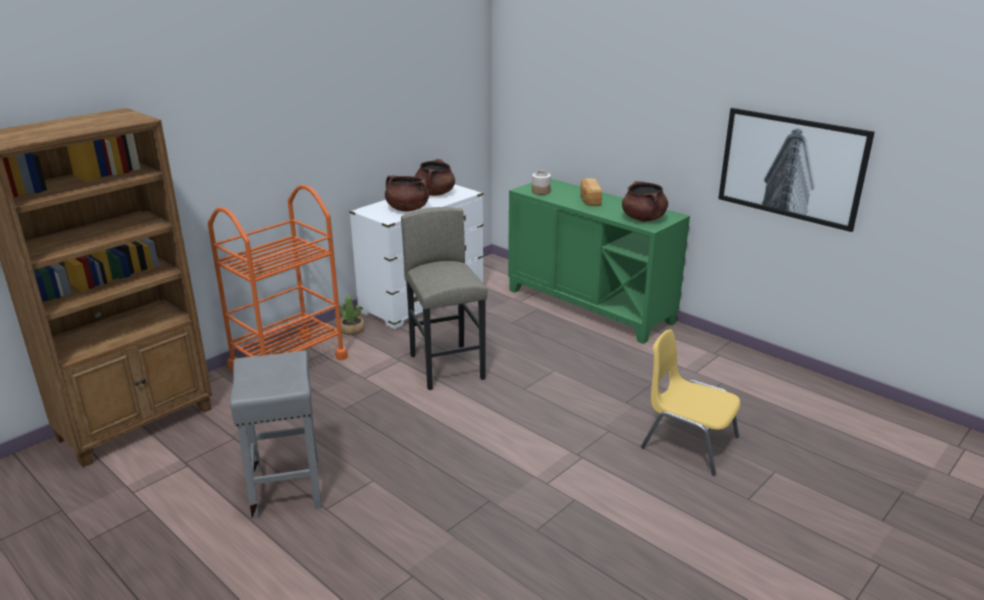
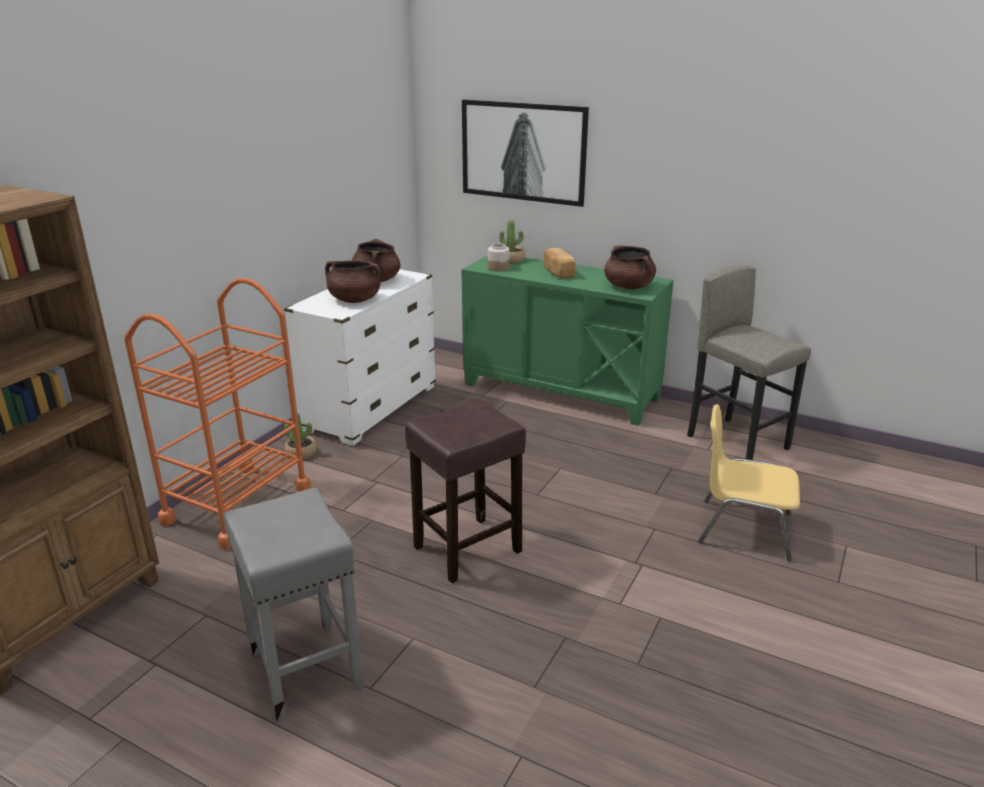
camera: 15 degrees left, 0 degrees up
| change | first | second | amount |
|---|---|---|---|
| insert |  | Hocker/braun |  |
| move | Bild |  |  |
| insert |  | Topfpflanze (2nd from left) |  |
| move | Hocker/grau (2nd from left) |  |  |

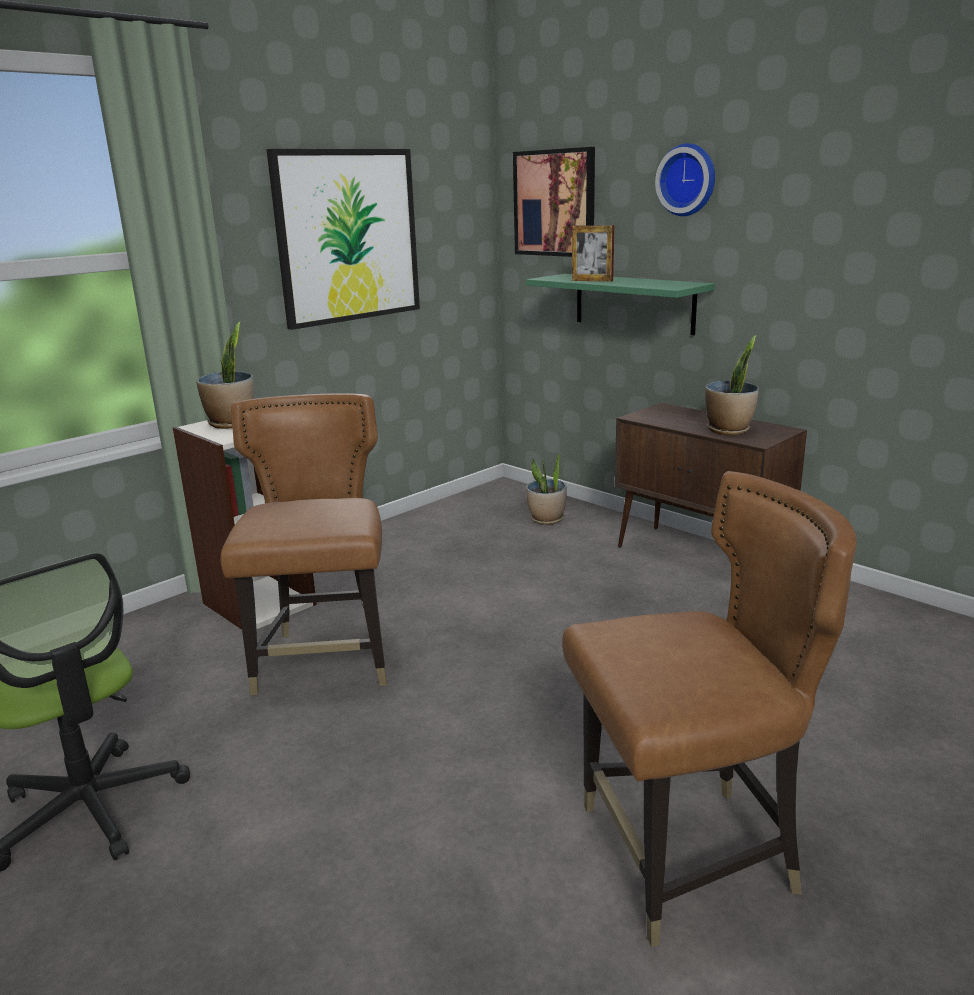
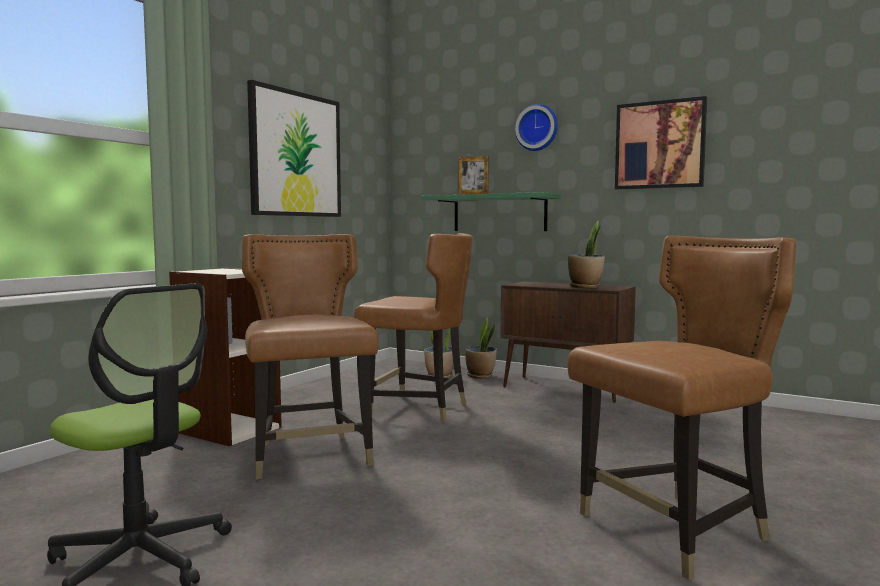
camera: 15 degrees left, 15 degrees down
| change | first | second | amount |
|---|---|---|---|
| insert |  | Stuhl/braun (2nd from left) |  |
| move | Topfpflanze (1st from left in the first image) | Topfpflanze (2nd from left) |  |
| move | Bild (2nd from left) |  |  |

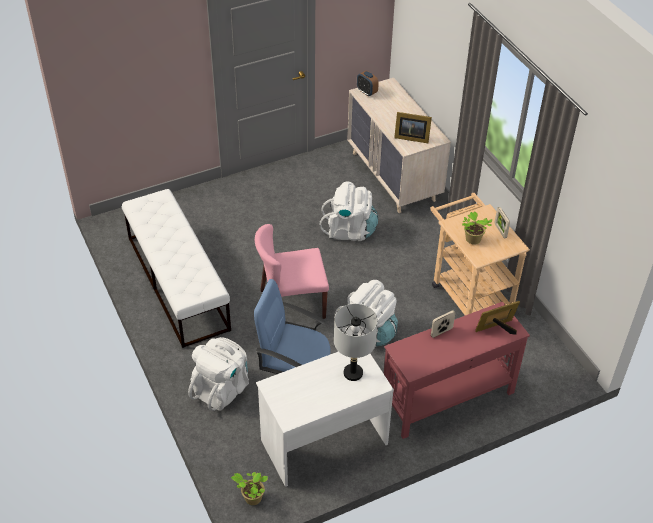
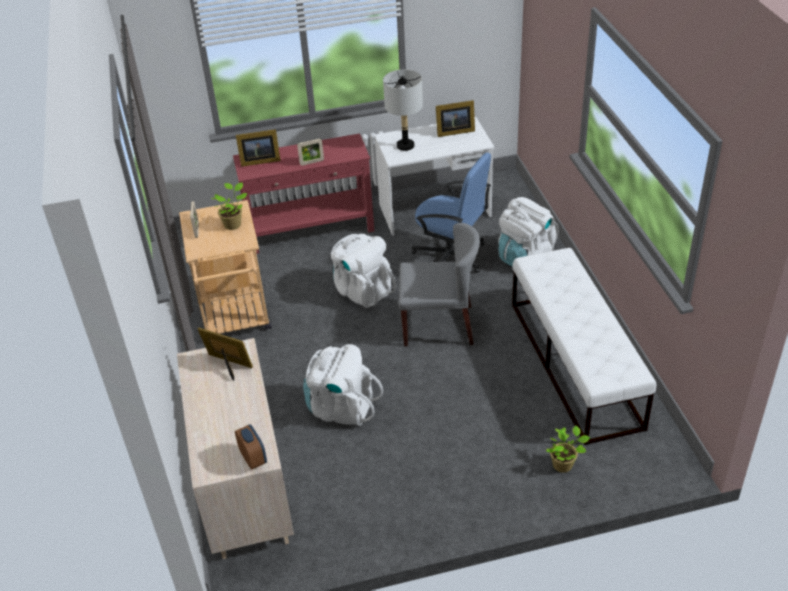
camera: 165 degrees left, 5 degrees down
| change | first | second | amount |
|---|---|---|---|
| recolor | Stuhl/rosa | Stuhl/grau |  |
| insert |  | Bilderrahmen (5th from left) |  |
| move | Topfpflanze (1st from left in the first image) | Topfpflanze (2nd from left) |  |

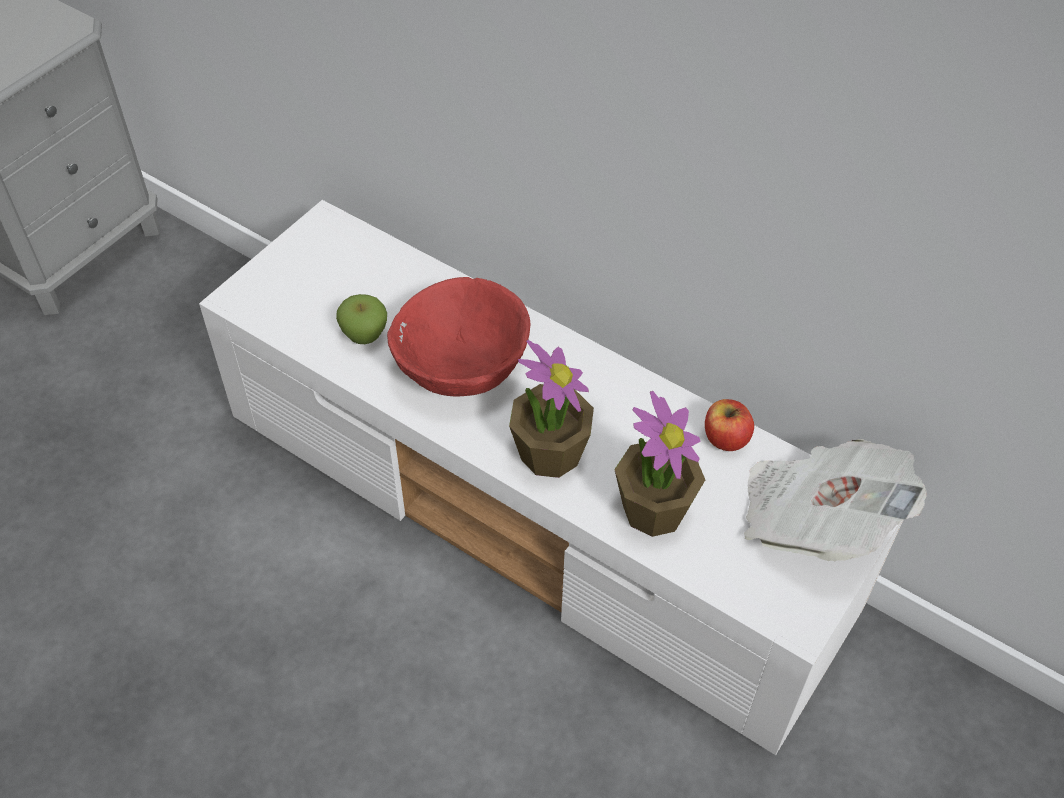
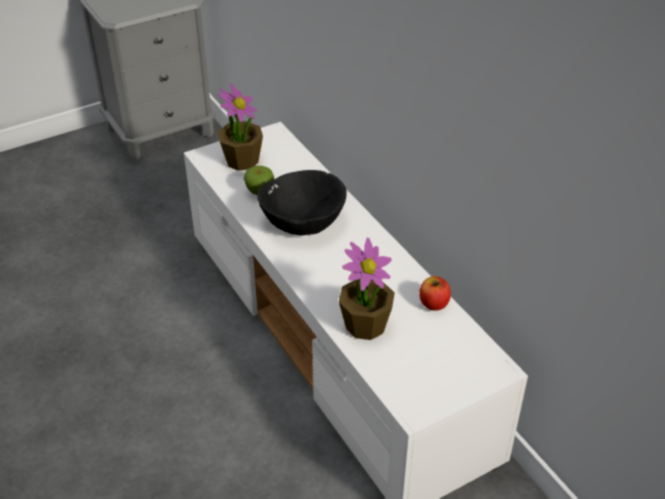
camera: 25 degrees right, 10 degrees down
| change | first | second | amount |
|---|---|---|---|
| move | Topfpflanze (1st from left) |  |  |
| recolor | Schüssel/rot | Schüssel/schwarz |  |
| delete | Zeitung |  |  |

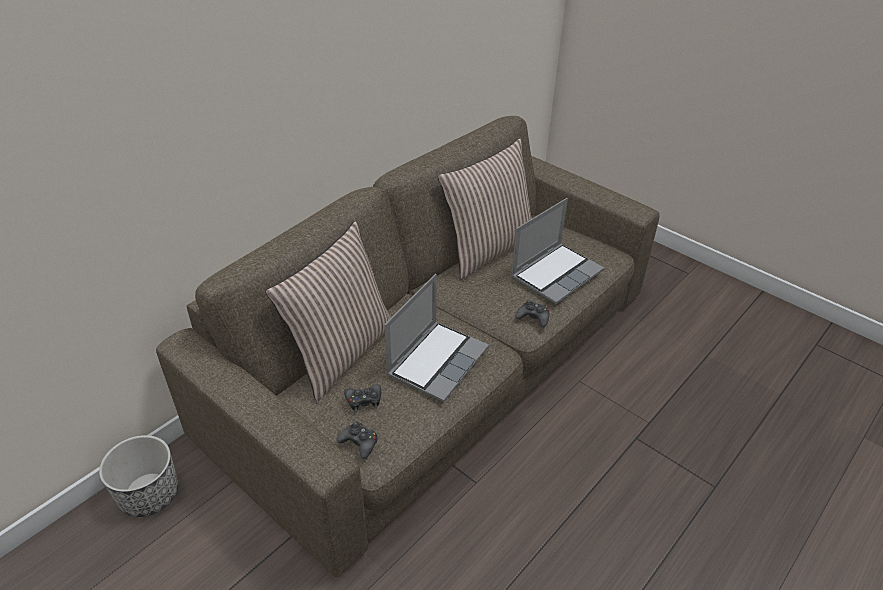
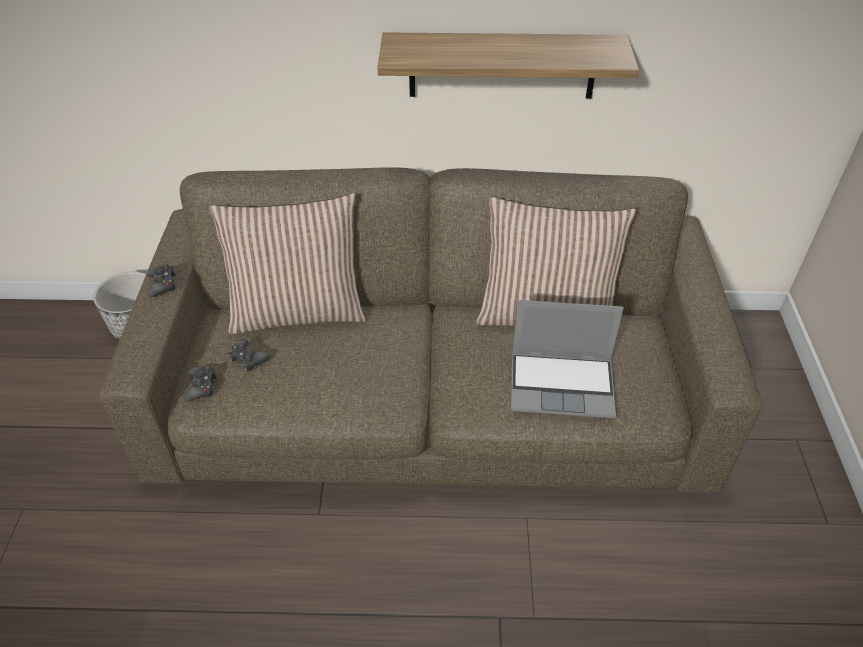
camera: 50 degrees right, 5 degrees up
| change | first | second | amount |
|---|---|---|---|
| move | Gamepad/schwarz (3rd from left in the first image) | Gamepad/schwarz (1st from left) |  |
| insert |  | Wandregal |  |
| delete | Laptop (1st from left) |  |  |

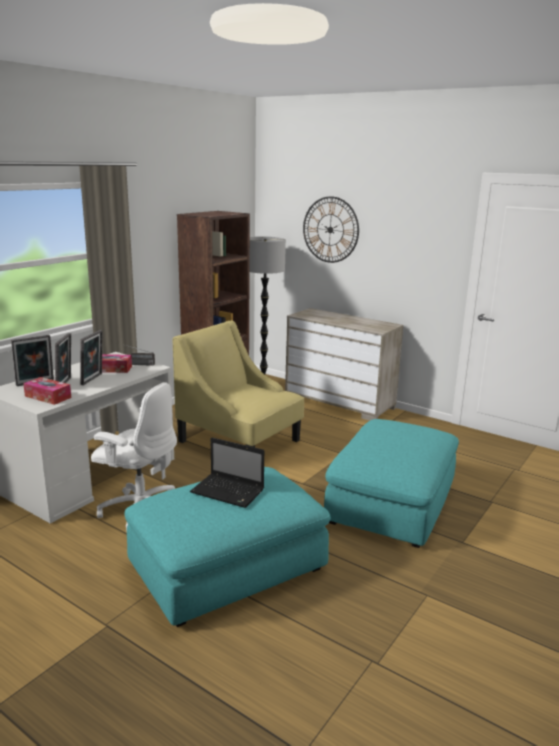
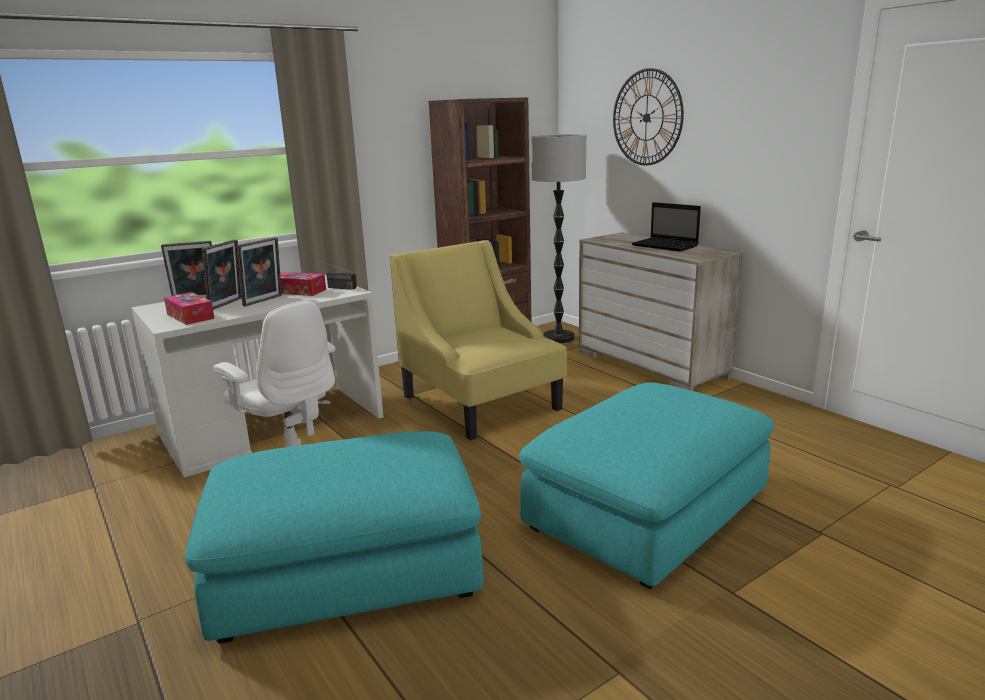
camera: 20 degrees right, 0 degrees up
| change | first | second | amount |
|---|---|---|---|
| move | Laptop |  |  |

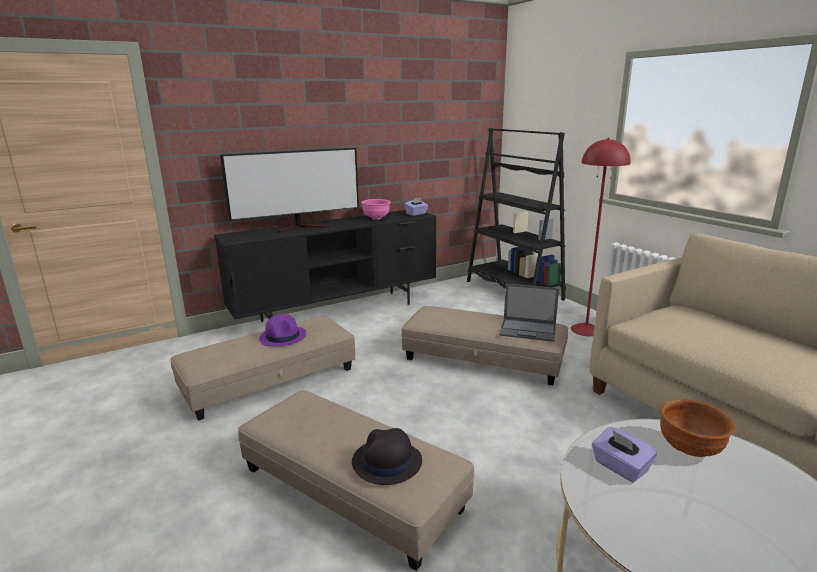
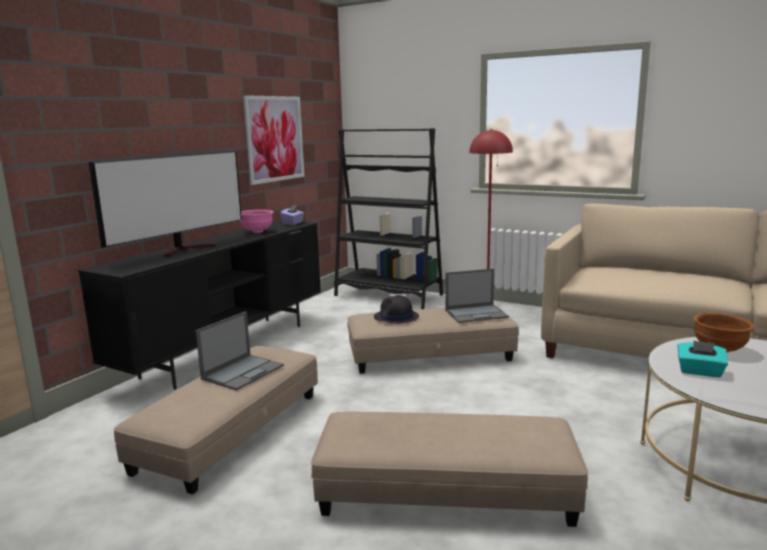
camera: 30 degrees left, 5 degrees down
| change | first | second | amount |
|---|---|---|---|
| replace | Hut/lila | Laptop (1st from left) |  |
| insert |  | Bild |  |
| move | Hut/schwarz |  |  |
| recolor | Taschentuchbox/lila (2nd from left) | Taschentuchbox/türkis |  |

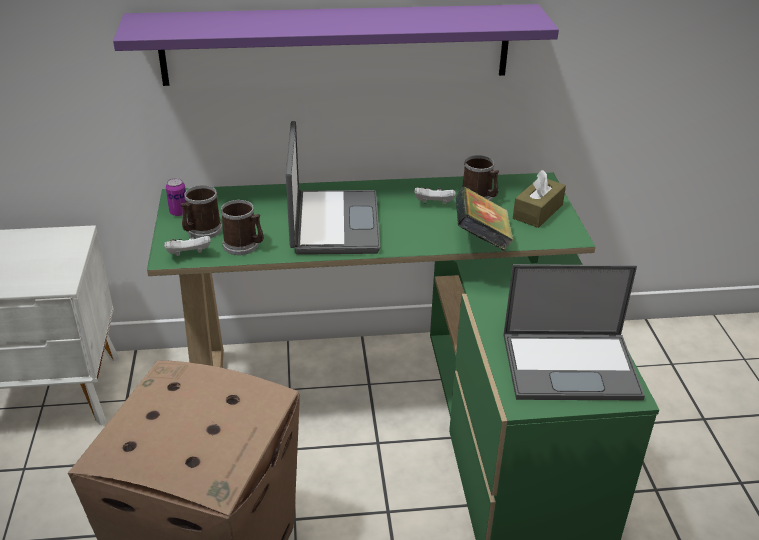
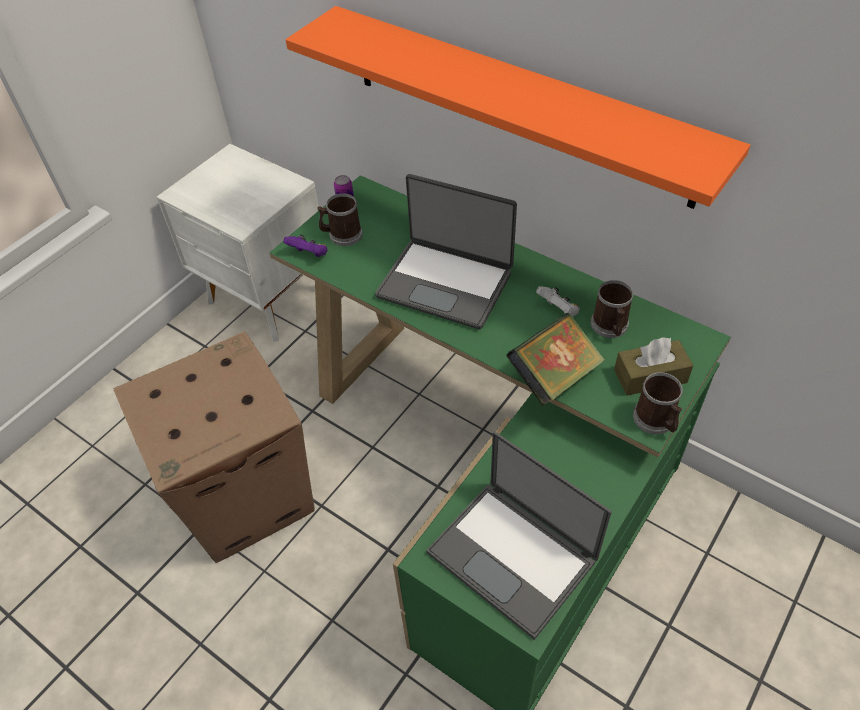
camera: 45 degrees right, 15 degrees up
| change | first | second | amount |
|---|---|---|---|
| recolor | Gamepad/weiß (1st from left) | Gamepad/lila |  |
| recolor | Wandregal/lila | Wandregal/orange |  |
| rotate | Laptop (1st from left) |  | 75 degrees clockwise |
| move | Henkelbecher (2nd from left in the first image) | Henkelbecher (3rd from left) |  |

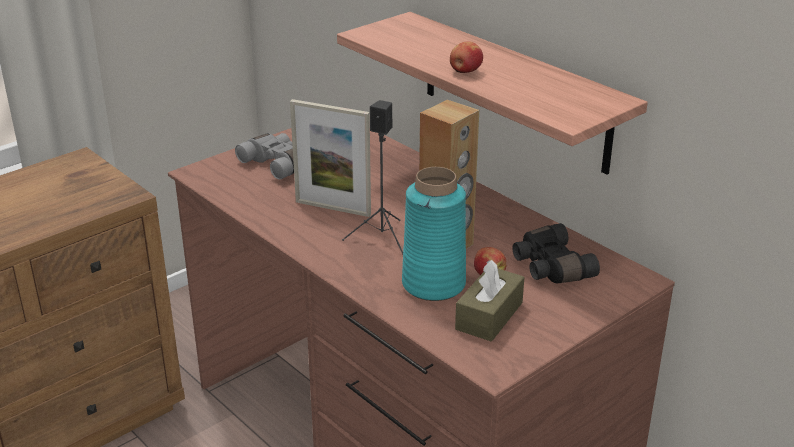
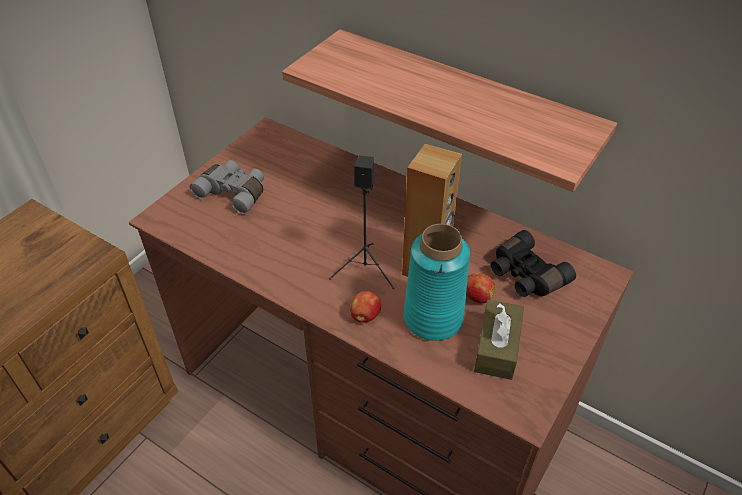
camera: 15 degrees left, 15 degrees up
| change | first | second | amount |
|---|---|---|---|
| move | Apfel (1st from left) |  |  |
| delete | Bilderrahmen |  |  |

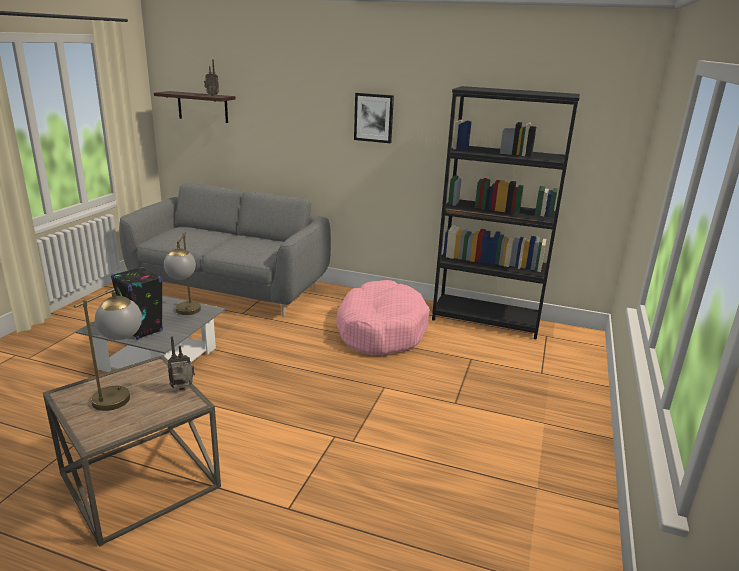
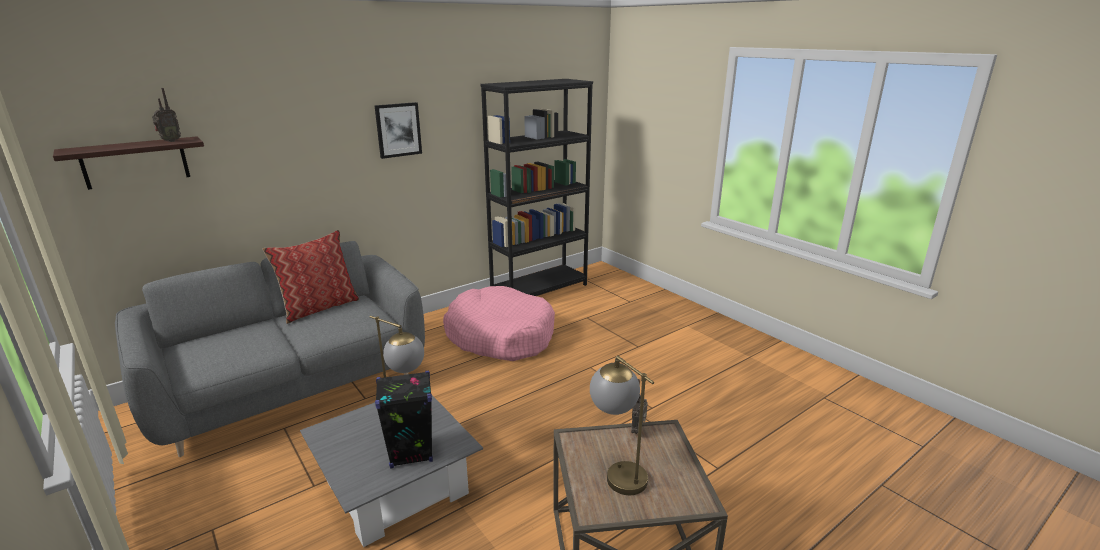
camera: 55 degrees left, 0 degrees up
| change | first | second | amount |
|---|---|---|---|
| insert |  | Kissen |  |

